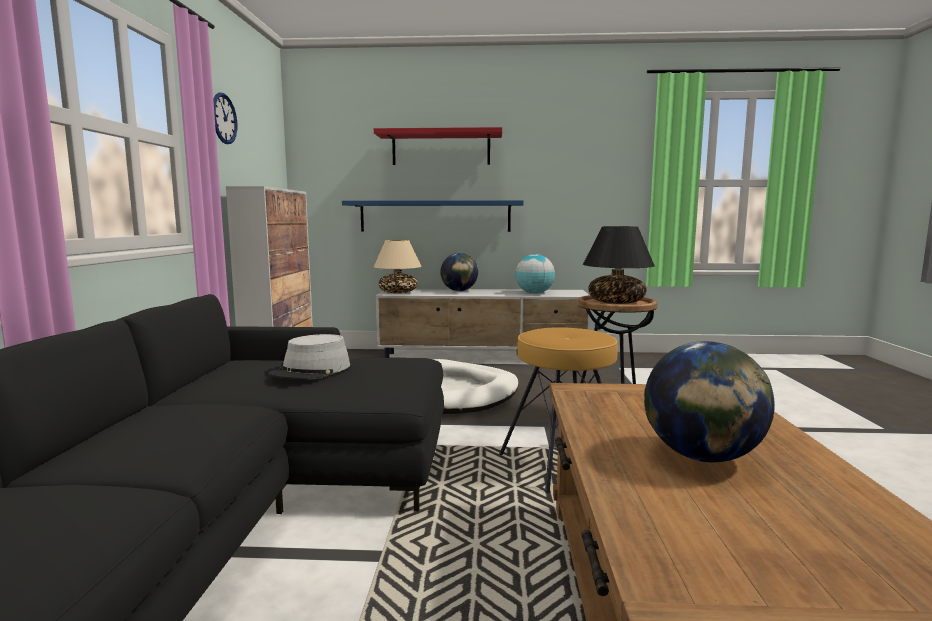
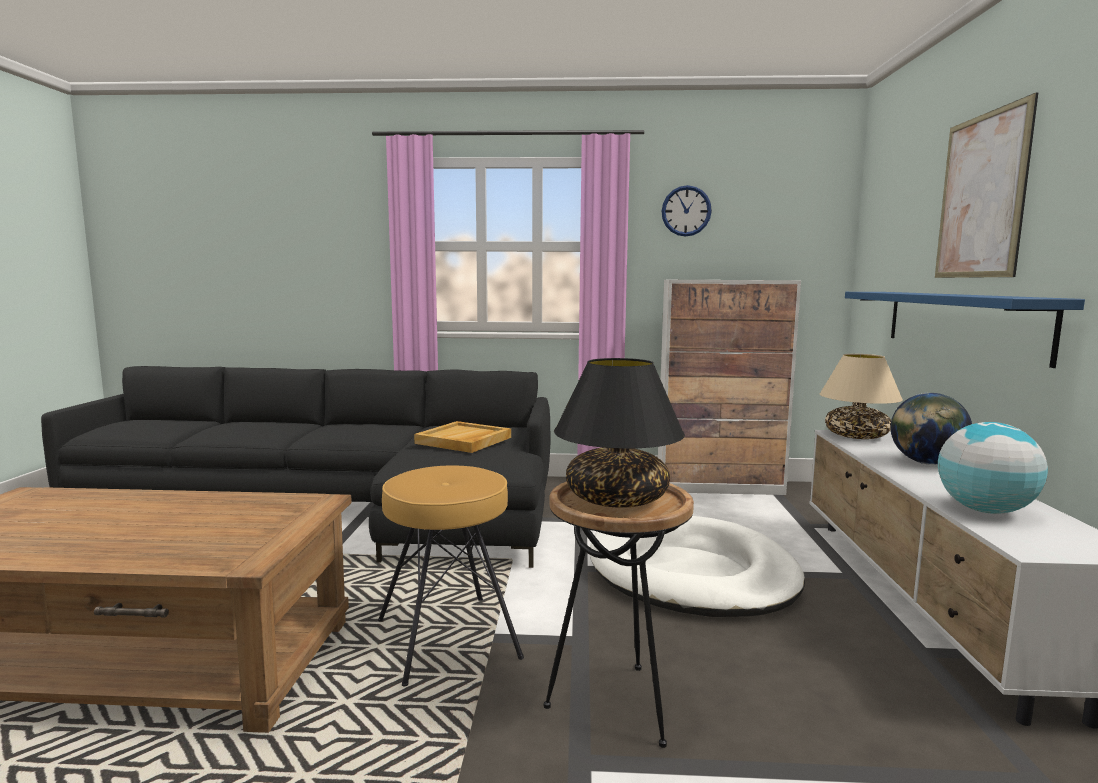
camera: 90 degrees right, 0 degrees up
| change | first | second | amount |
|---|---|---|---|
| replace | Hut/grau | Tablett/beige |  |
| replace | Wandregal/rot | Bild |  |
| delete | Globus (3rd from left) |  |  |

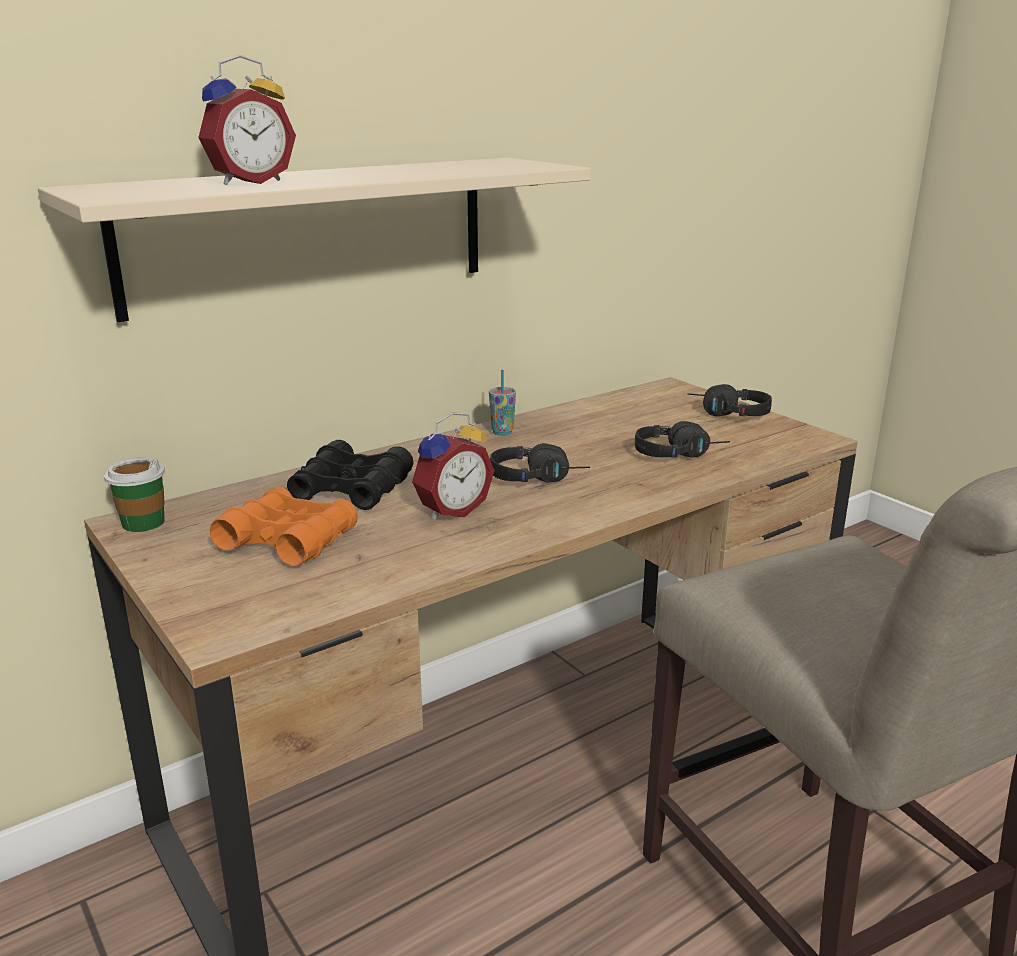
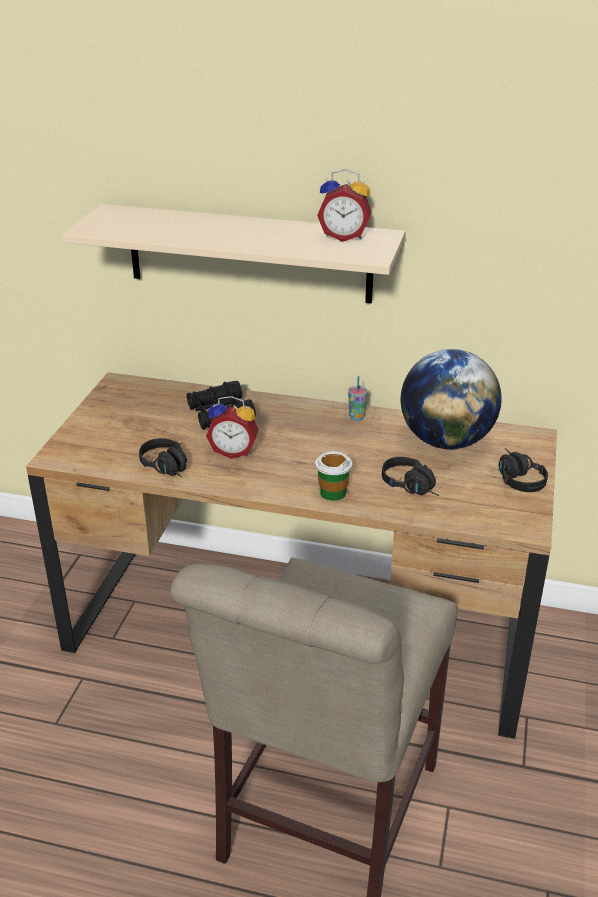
camera: 50 degrees right, 10 degrees up
| change | first | second | amount |
|---|---|---|---|
| move | Kopfhörer/schwarz (1st from left) |  |  |
| move | Tasse (1st from left) |  |  |
| move | Wecker (1st from left in the first image) | Wecker (2nd from left) |  |
| insert |  | Globus |  |
| delete | Fernglas/orange |  |  |

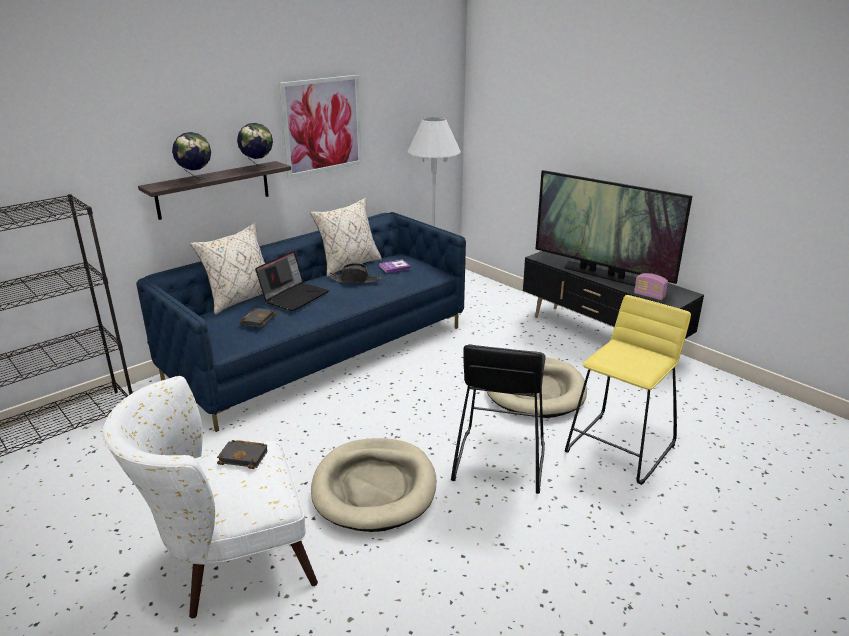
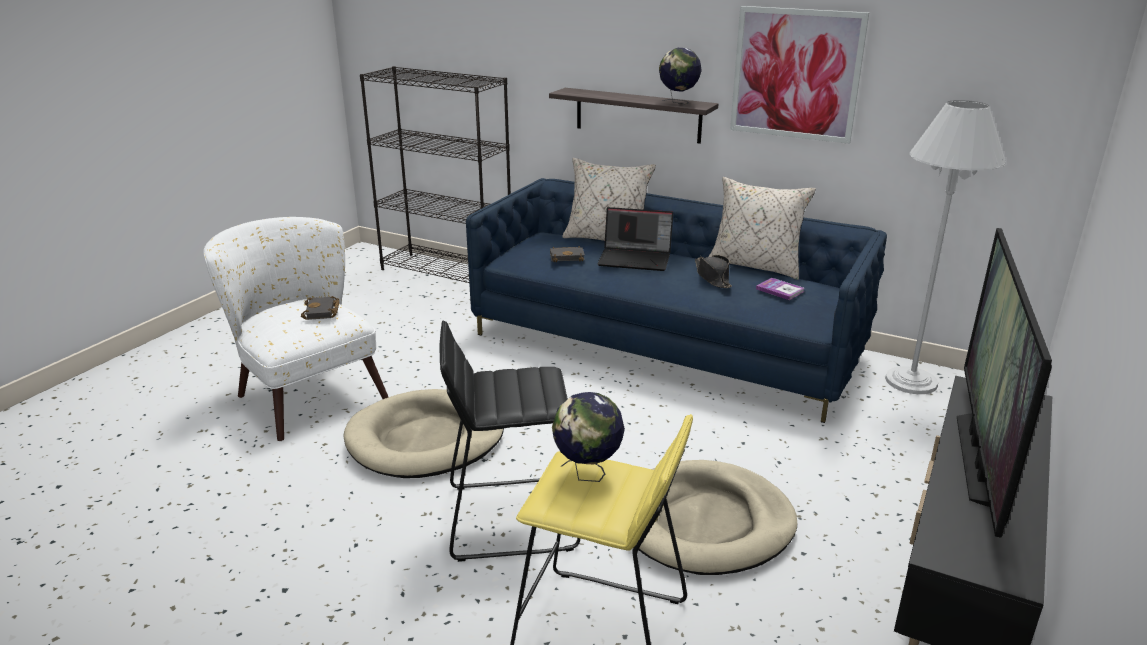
camera: 70 degrees right, 0 degrees up
| change | first | second | amount |
|---|---|---|---|
| move | Globus (1st from left) |  |  |
| delete | Radio |  |  |

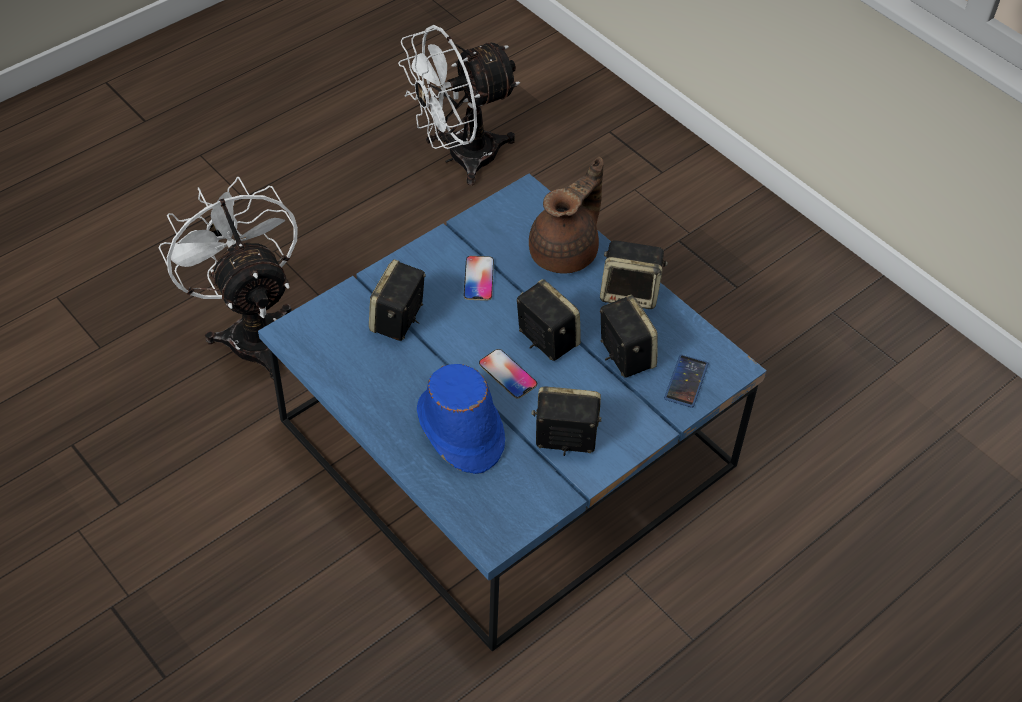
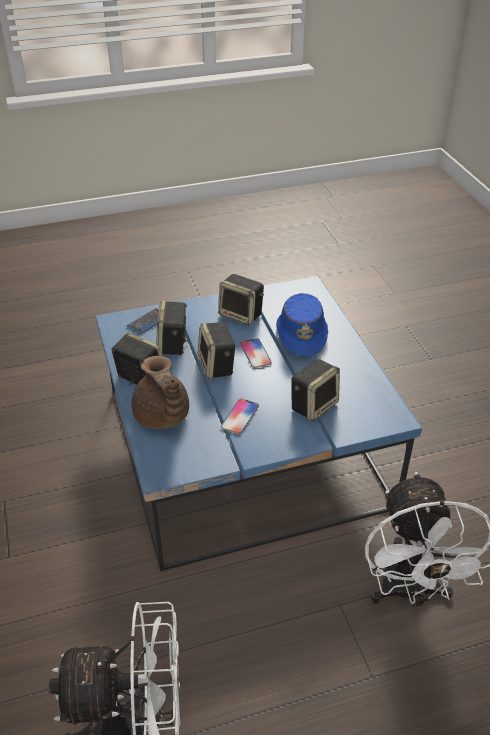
camera: 155 degrees left, 10 degrees down
| change | first | second | amount |
|---|---|---|---|
| rotate | Teekanne/braun |  | 90 degrees counterclockwise |

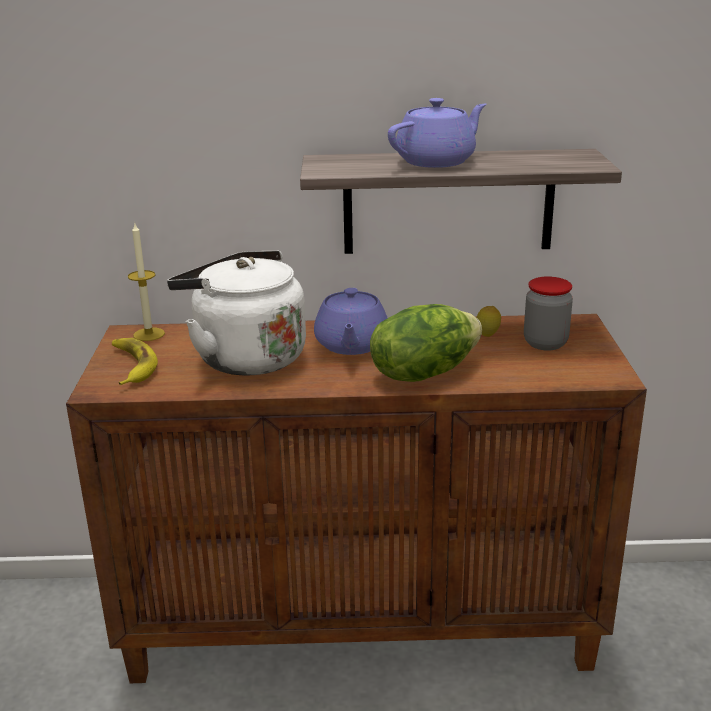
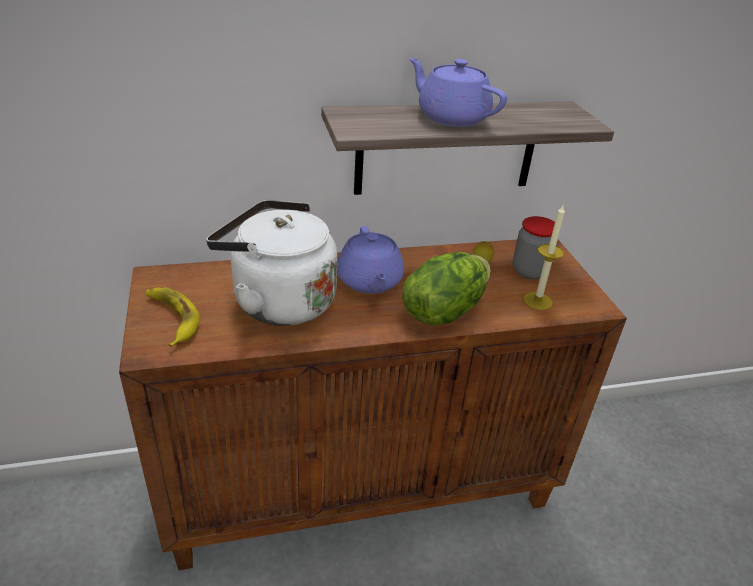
camera: 15 degrees left, 10 degrees up
| change | first | second | amount |
|---|---|---|---|
| rotate | Teekanne/lila (2nd from left) |  | 90 degrees counterclockwise |
| move | Kerze |  |  |

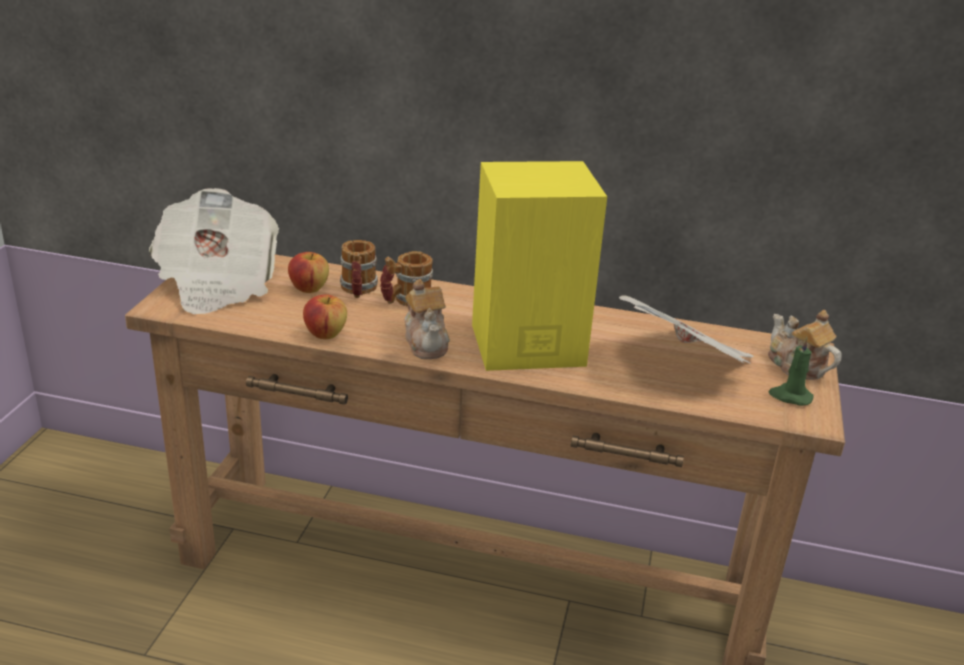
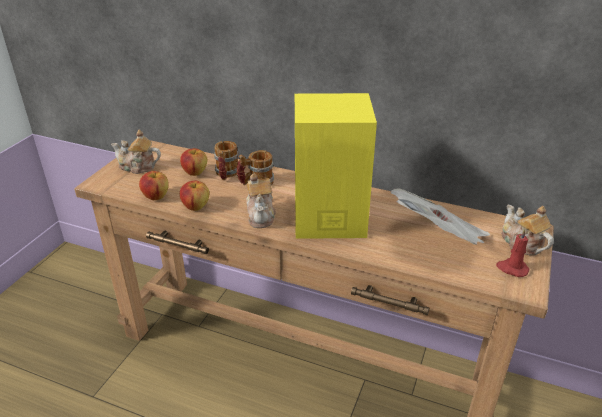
camera: 10 degrees right, 5 degrees up
| change | first | second | amount |
|---|---|---|---|
| replace | Zeitung (1st from left) | Teekanne (1st from left) |  |
| insert |  | Apfel (1st from left) |  |
| recolor | Kerze/grün | Kerze/rot |  |

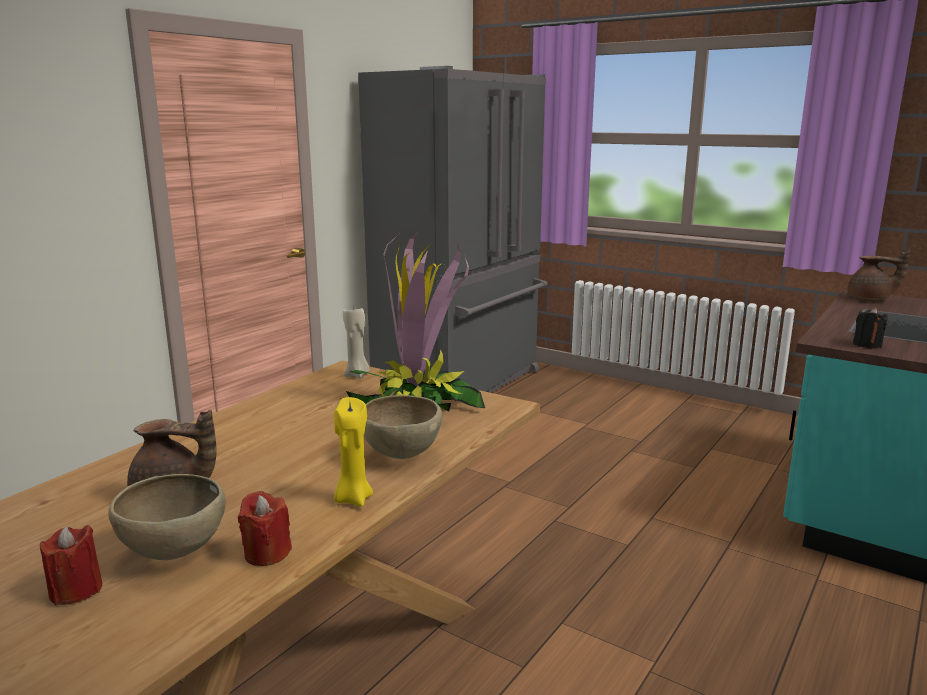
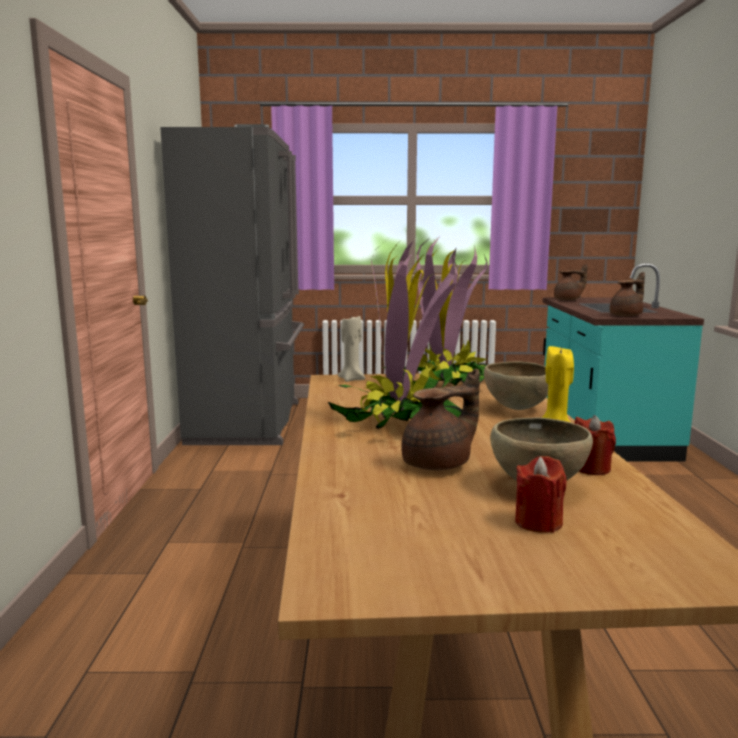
camera: 35 degrees left, 5 degrees down
| change | first | second | amount |
|---|---|---|---|
| insert |  | Topfpflanze (1st from left) |  |
| replace | Kerze/schwarz | Teekanne/braun (3rd from left) |  |

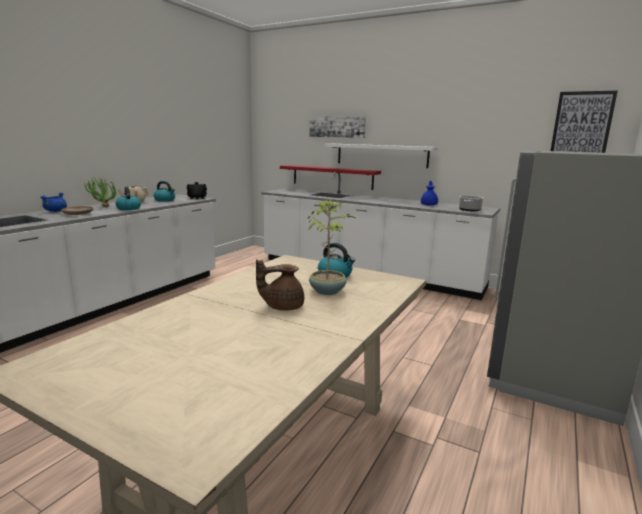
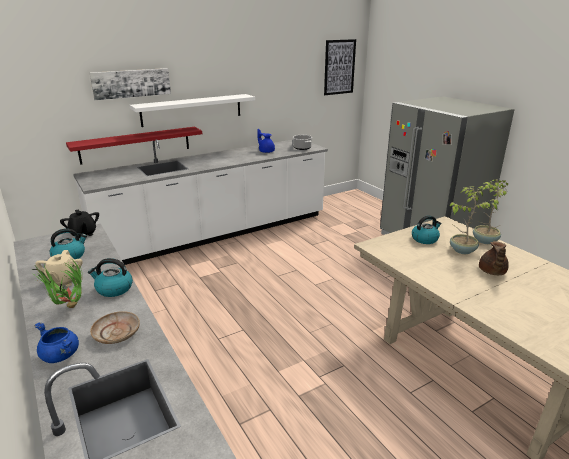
camera: 60 degrees left, 10 degrees up
| change | first | second | amount |
|---|---|---|---|
| insert |  | Topfpflanze (3rd from left) |  |

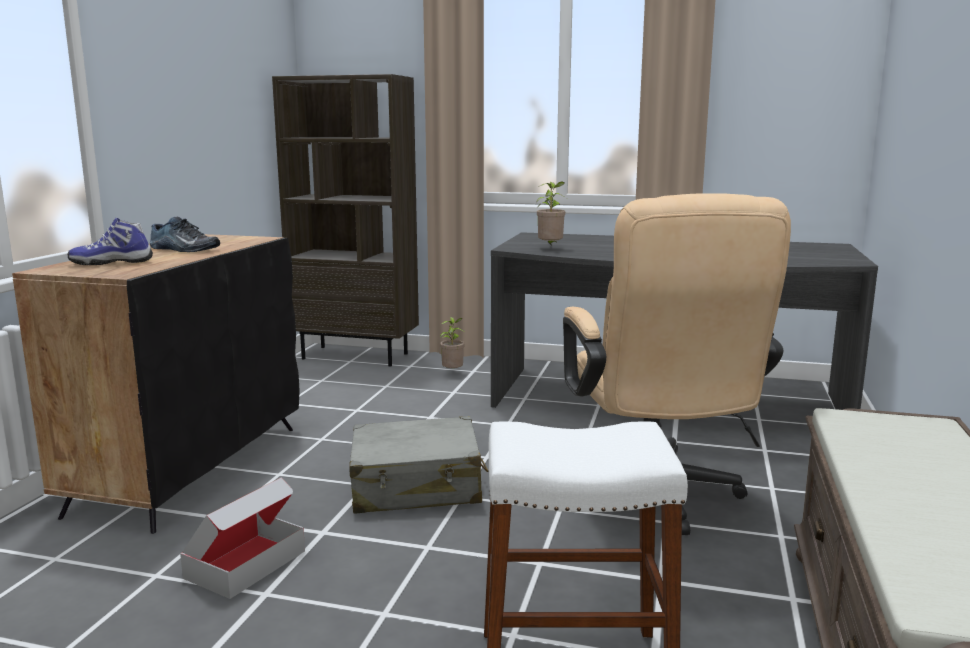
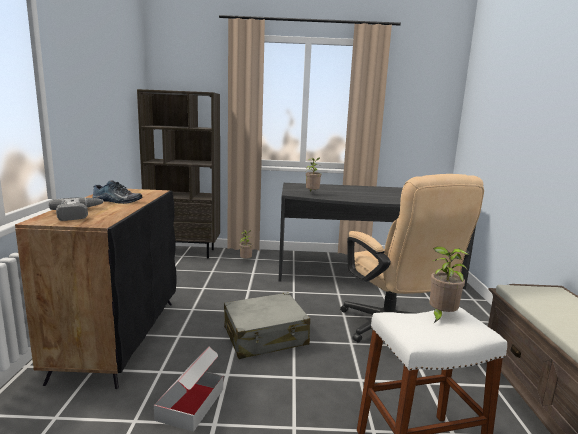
camera: 15 degrees left, 0 degrees up
| change | first | second | amount |
|---|---|---|---|
| replace | Schuh (1st from left) | Bohrmaschine |  |
| insert |  | Topfpflanze (3rd from left) |  |

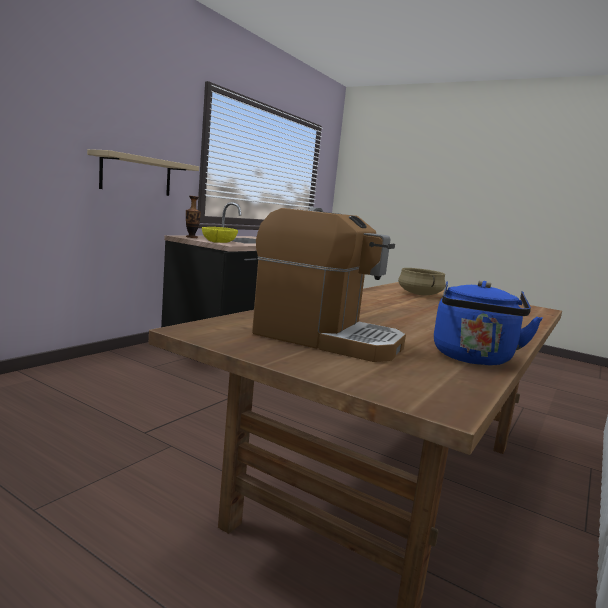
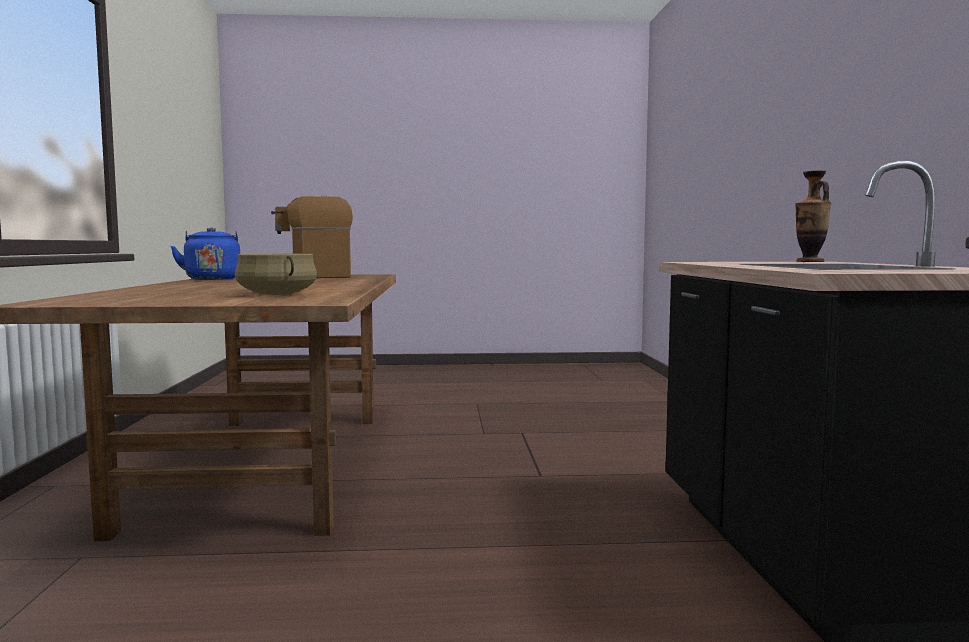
camera: 145 degrees right, 5 degrees down
| change | first | second | amount |
|---|---|---|---|
| delete | Wandregal/beige |  |  |
| delete | Schüssel/gelb |  |  |

